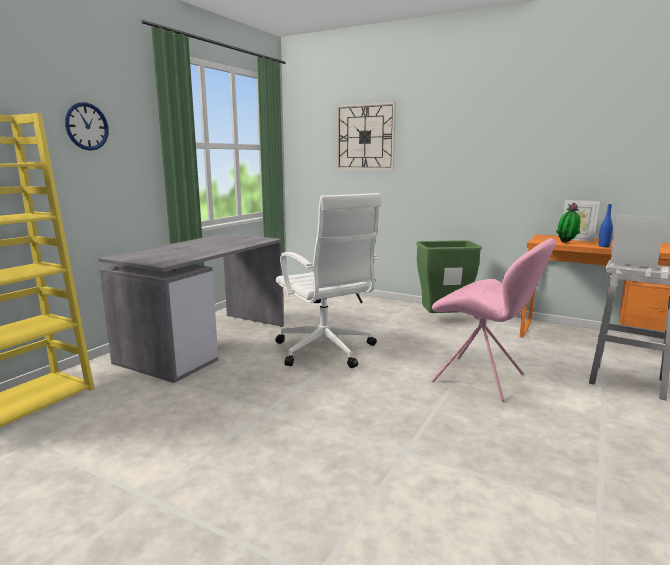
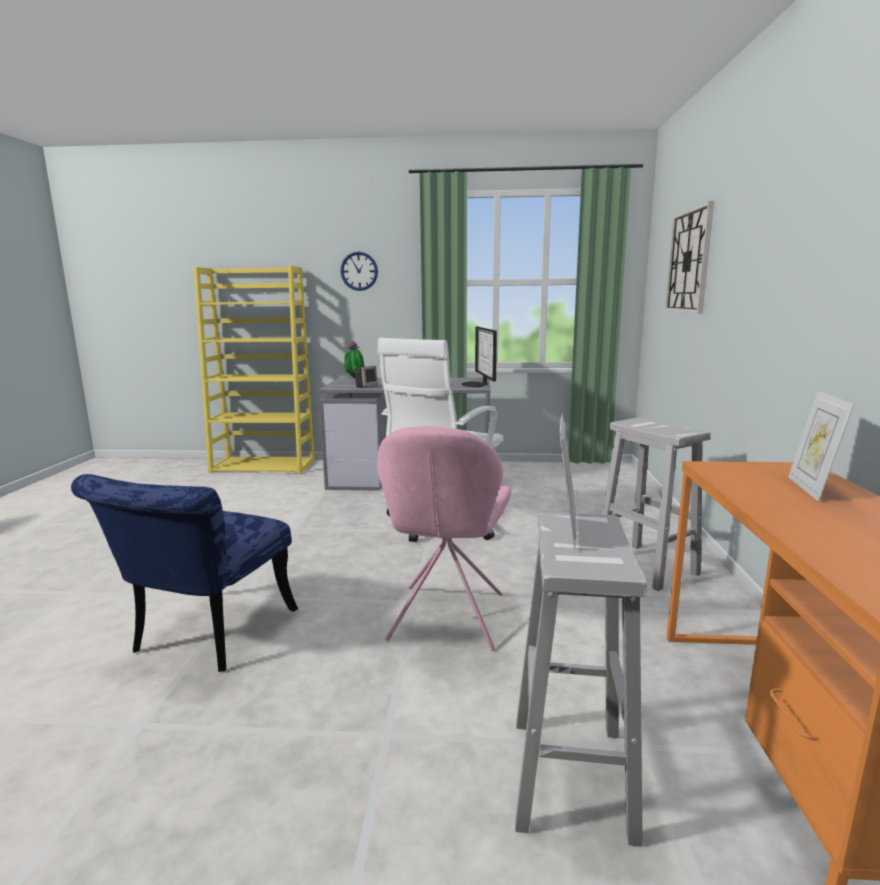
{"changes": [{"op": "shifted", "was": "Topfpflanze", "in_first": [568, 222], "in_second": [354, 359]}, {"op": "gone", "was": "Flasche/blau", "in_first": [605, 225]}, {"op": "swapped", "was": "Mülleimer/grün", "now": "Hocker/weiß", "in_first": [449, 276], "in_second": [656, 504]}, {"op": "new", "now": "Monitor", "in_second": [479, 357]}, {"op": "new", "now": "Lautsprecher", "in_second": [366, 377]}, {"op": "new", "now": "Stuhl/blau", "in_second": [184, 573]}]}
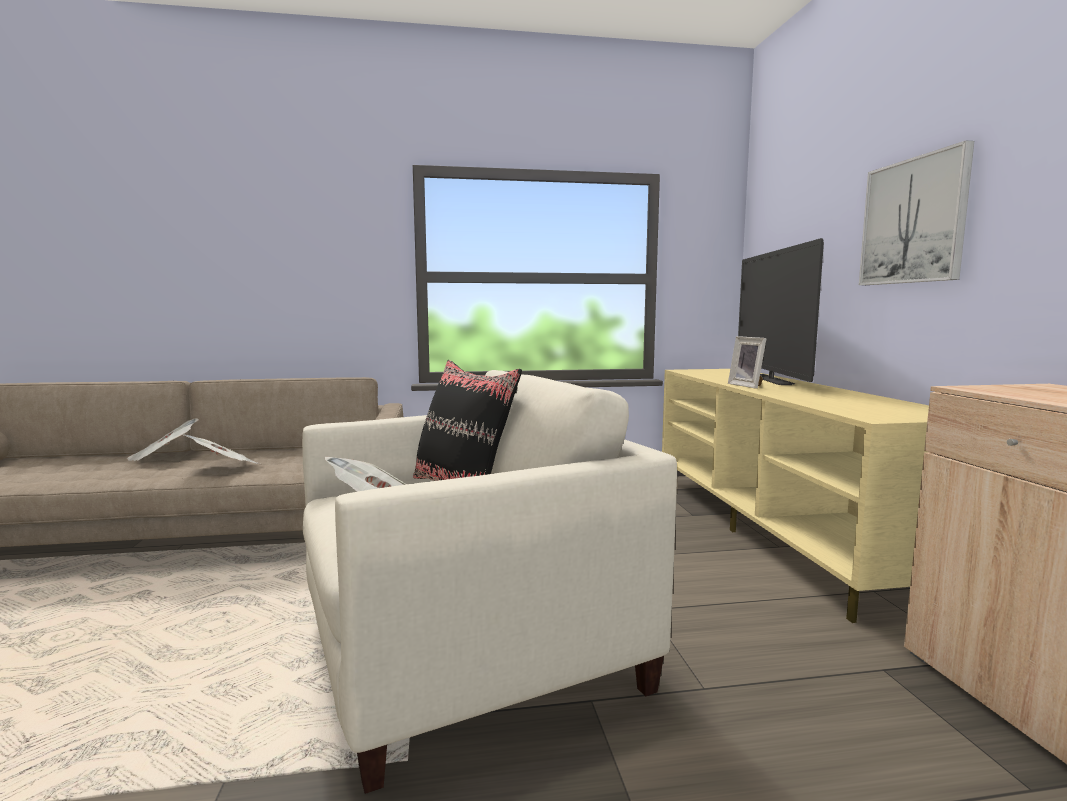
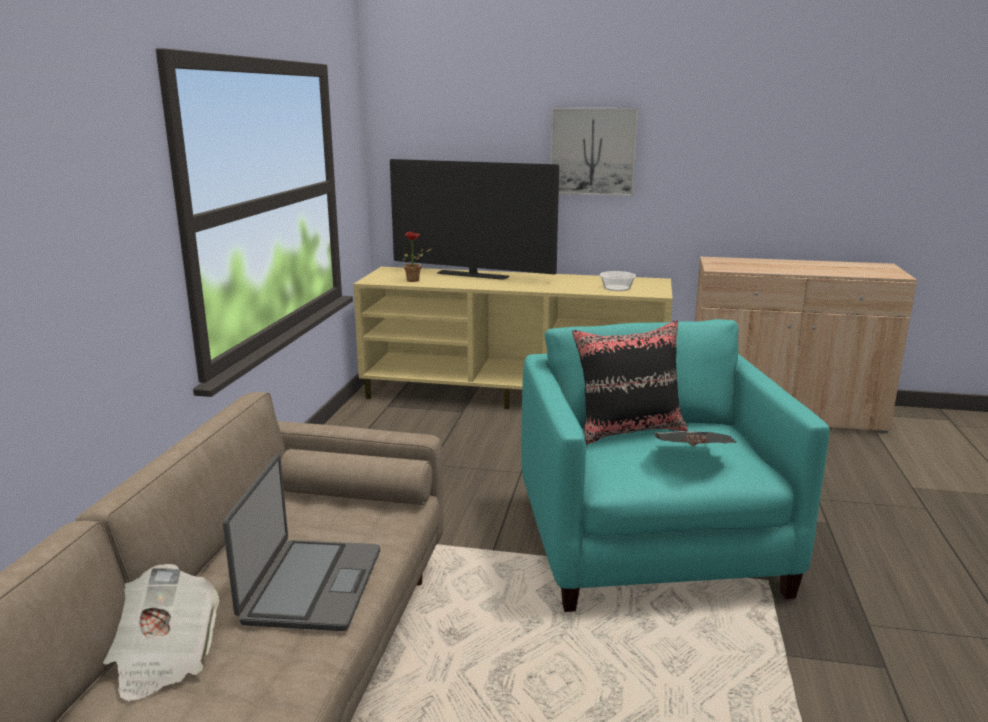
{"changes": [{"op": "gone", "was": "Bilderrahmen", "in_first": [747, 362]}, {"op": "repainted", "was": "Sessel/beige", "now": "Sessel/türkis", "in_first": [489, 582], "in_second": [675, 465]}, {"op": "swapped", "was": "Zeitung", "now": "Laptop", "in_first": [220, 449], "in_second": [301, 542]}, {"op": "new", "now": "Topfpflanze", "in_second": [417, 257]}, {"op": "new", "now": "Schüssel", "in_second": [618, 281]}]}
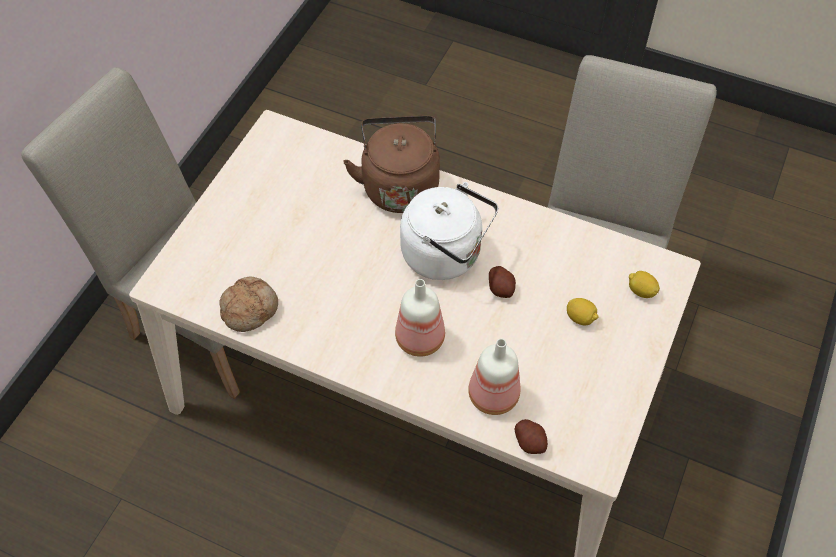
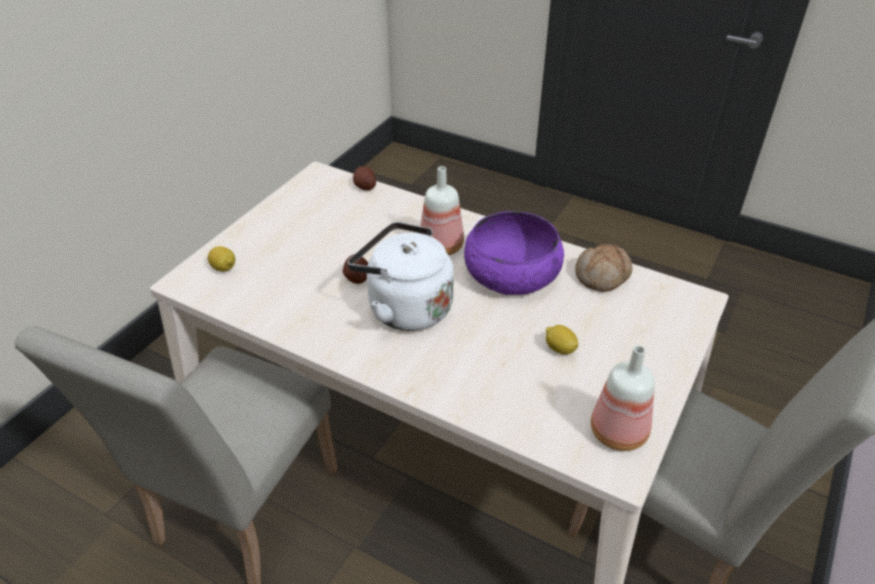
{"changes": [{"op": "gone", "was": "Wasserkessel/braun", "in_first": [391, 164]}, {"op": "shifted", "was": "Zitrone", "in_first": [583, 311], "in_second": [562, 339]}, {"op": "shifted", "was": "Flasche", "in_first": [494, 377], "in_second": [623, 398]}, {"op": "new", "now": "Schüssel/lila", "in_second": [514, 253]}]}
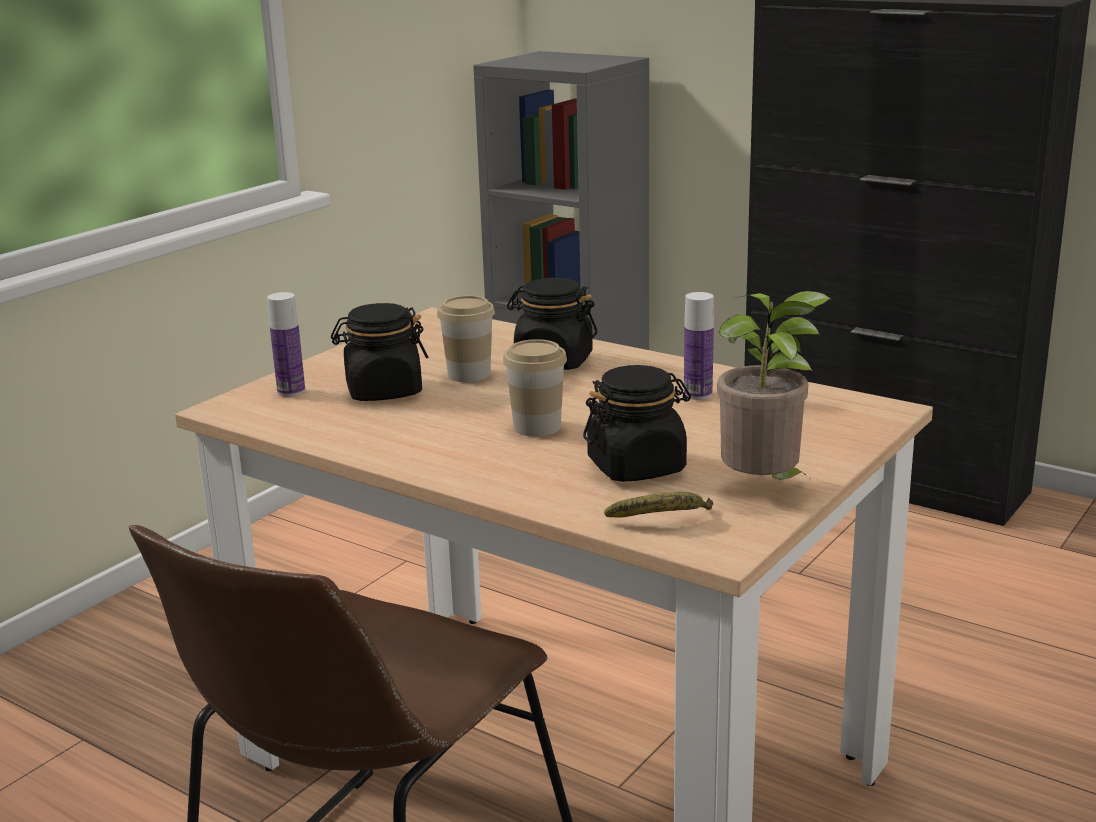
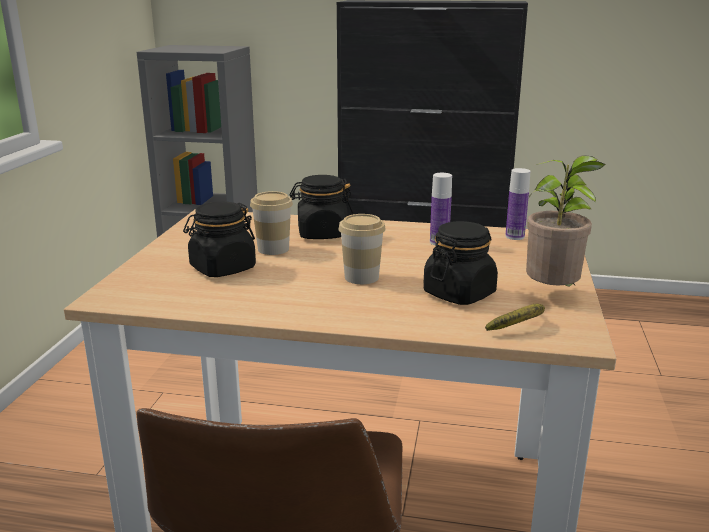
{"changes": [{"op": "shifted", "was": "Flasche", "in_first": [286, 344], "in_second": [517, 204]}]}
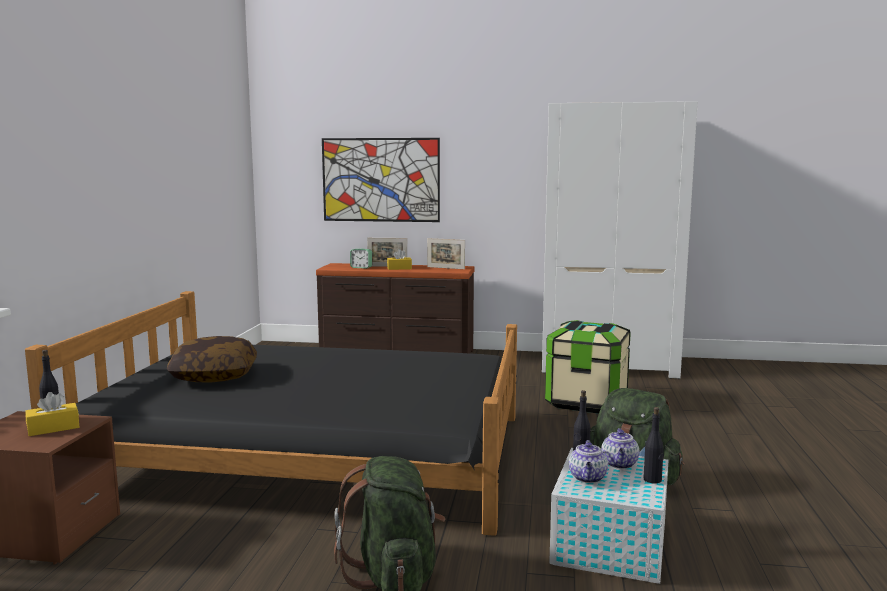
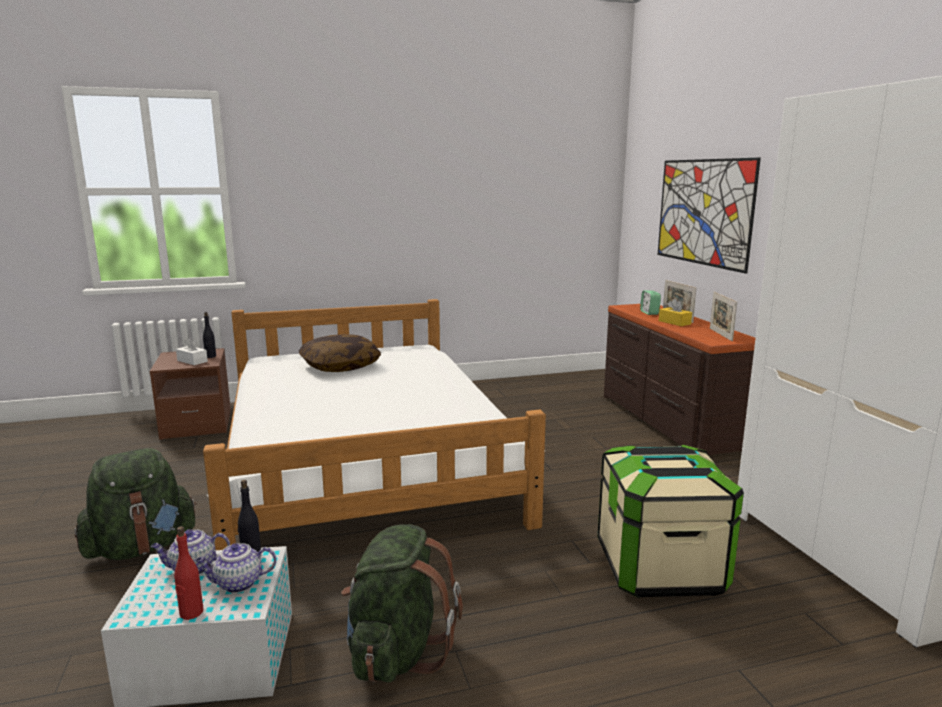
{"changes": [{"op": "repainted", "was": "Bett/schwarz", "now": "Bett/weiß", "in_first": [271, 413], "in_second": [374, 424]}, {"op": "repainted", "was": "Taschentuchbox/gelb", "now": "Taschentuchbox/weiß", "in_first": [52, 414], "in_second": [192, 351]}, {"op": "repainted", "was": "Flasche/schwarz", "now": "Flasche/rot", "in_first": [653, 445], "in_second": [189, 573]}]}
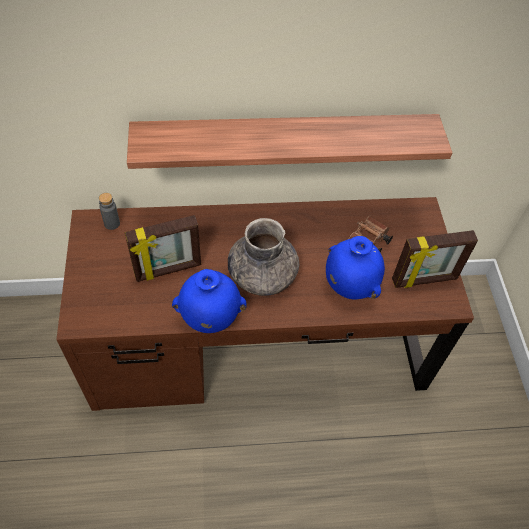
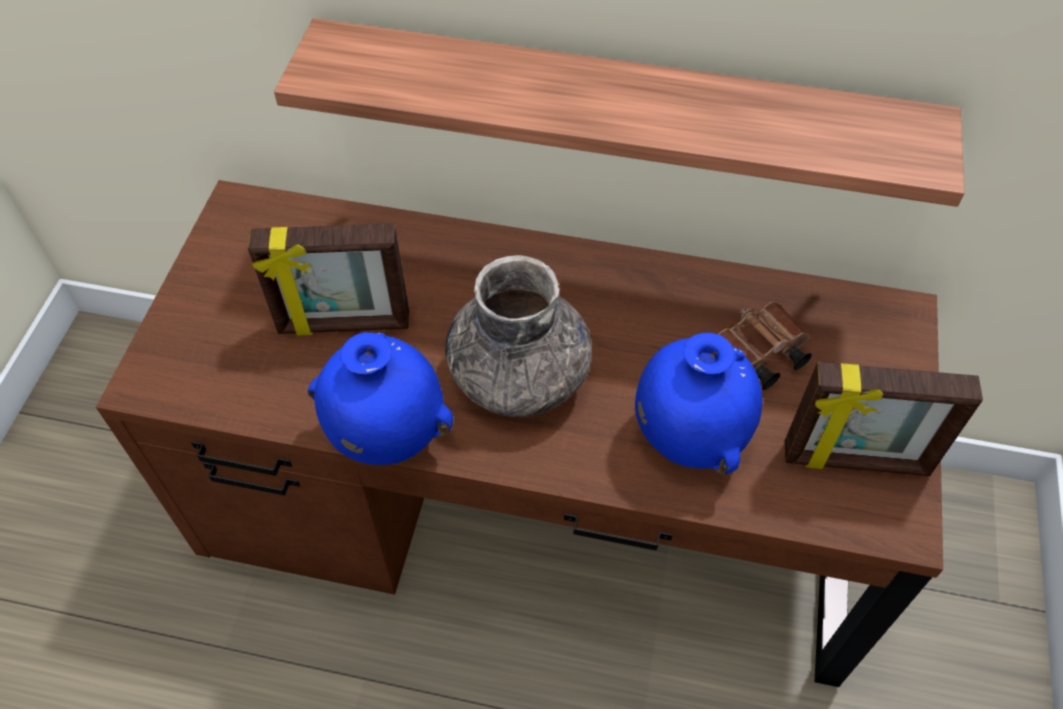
{"changes": [{"op": "gone", "was": "Flasche/grau", "in_first": [109, 211]}]}
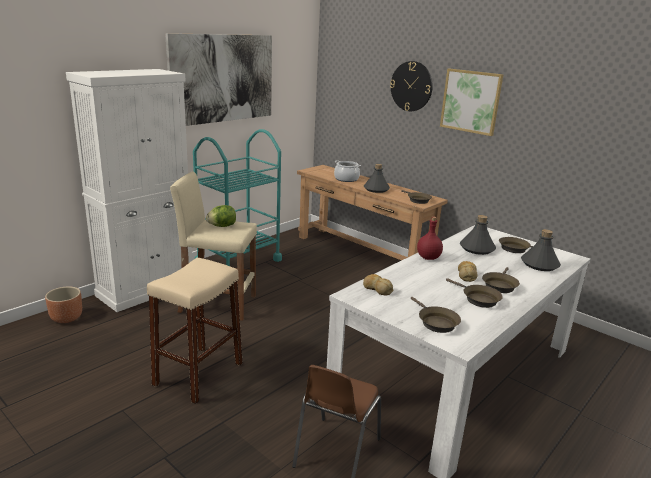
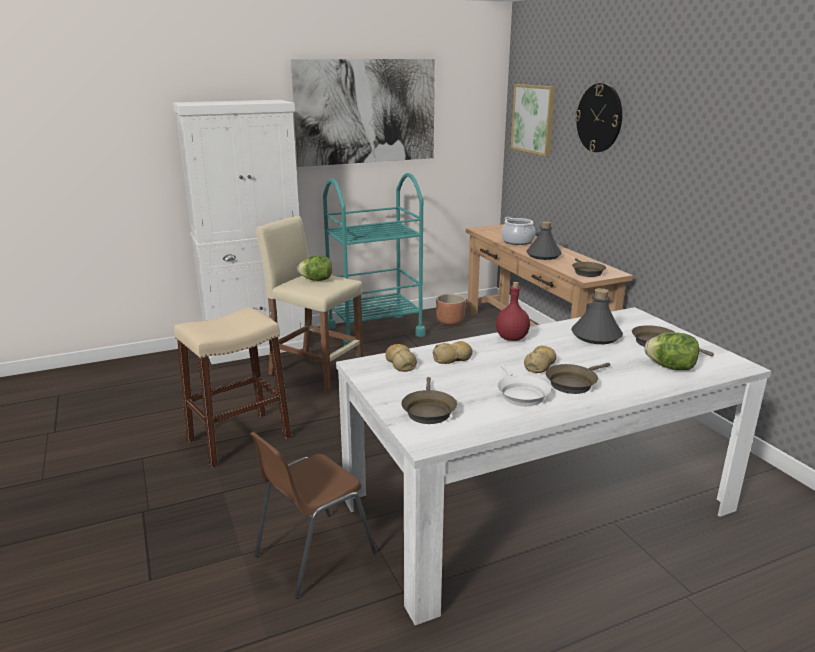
{"changes": [{"op": "shifted", "was": "Bild", "in_first": [471, 102], "in_second": [533, 120]}, {"op": "swapped", "was": "Flasche/grau", "now": "Salatkopf", "in_first": [541, 250], "in_second": [671, 351]}, {"op": "repainted", "was": "Pfanne/braun", "now": "Pfanne/weiß", "in_first": [474, 293], "in_second": [524, 385]}, {"op": "shifted", "was": "Pflanzkübel/braun", "in_first": [63, 304], "in_second": [451, 309]}, {"op": "new", "now": "Brot", "in_second": [453, 352]}]}
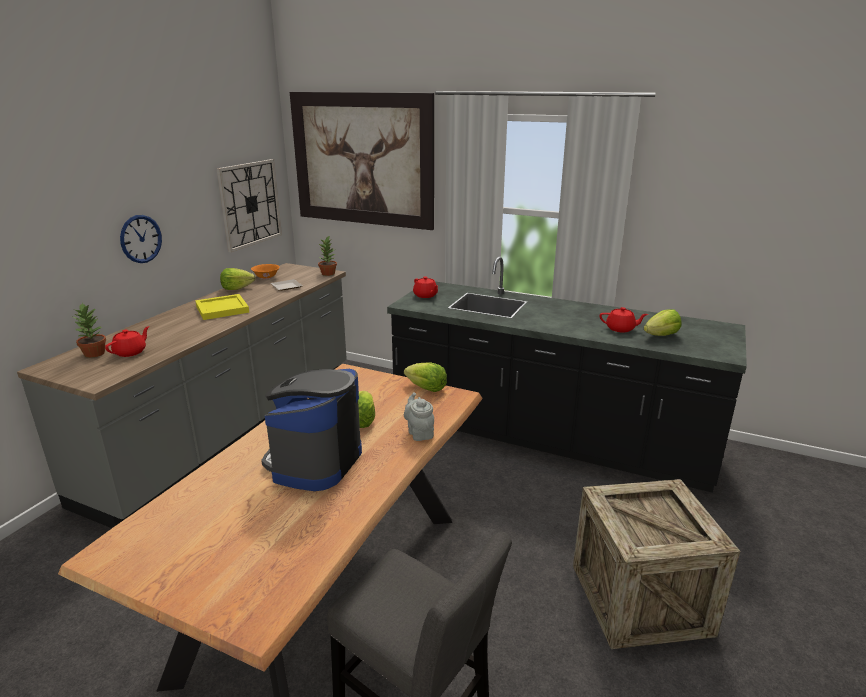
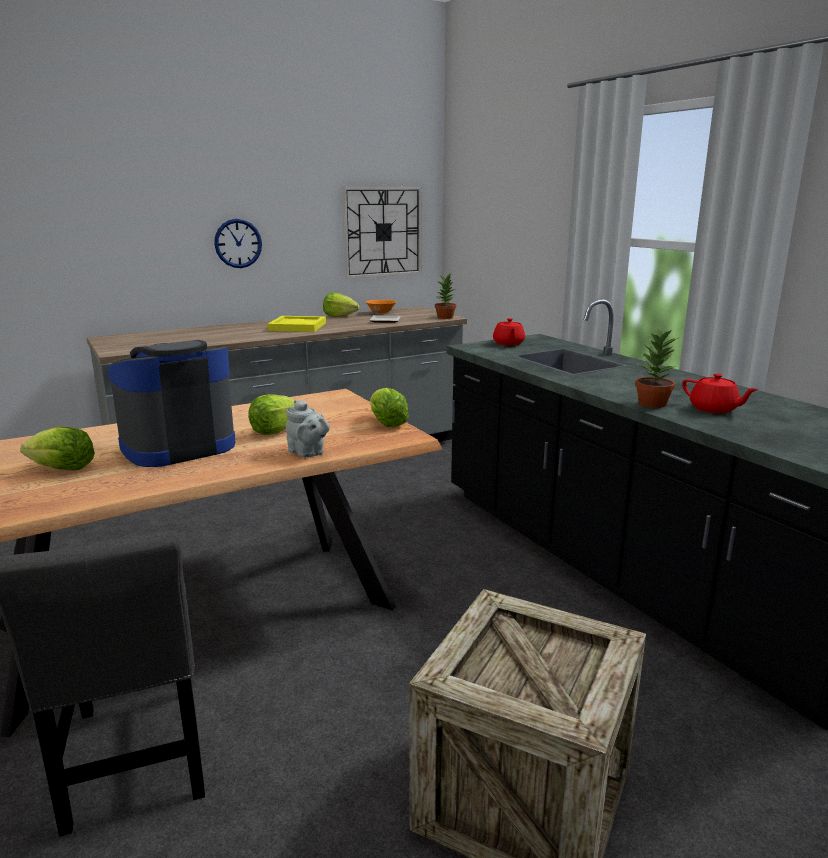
{"changes": [{"op": "gone", "was": "Bild", "in_first": [362, 161]}, {"op": "shifted", "was": "Topfpflanze", "in_first": [90, 330], "in_second": [656, 368]}, {"op": "shifted", "was": "Salatkopf", "in_first": [663, 322], "in_second": [57, 449]}, {"op": "gone", "was": "Teekanne/rot", "in_first": [127, 341]}, {"op": "rotated", "was": "Teekanne/grau", "in_first": [419, 416], "in_second": [308, 428], "clockwise": 120}]}
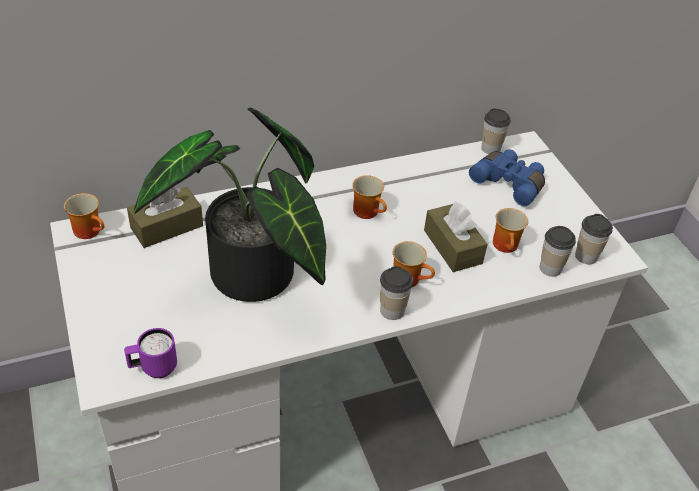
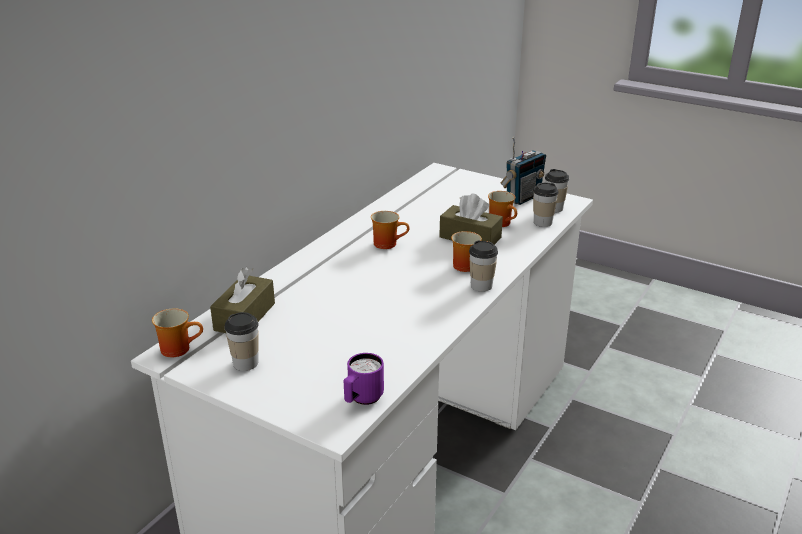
{"changes": [{"op": "gone", "was": "Topfpflanze", "in_first": [230, 205]}, {"op": "shifted", "was": "Tasse", "in_first": [496, 131], "in_second": [241, 341]}, {"op": "gone", "was": "Fernglas/blau", "in_first": [507, 177]}, {"op": "new", "now": "Radio", "in_second": [523, 170]}]}
